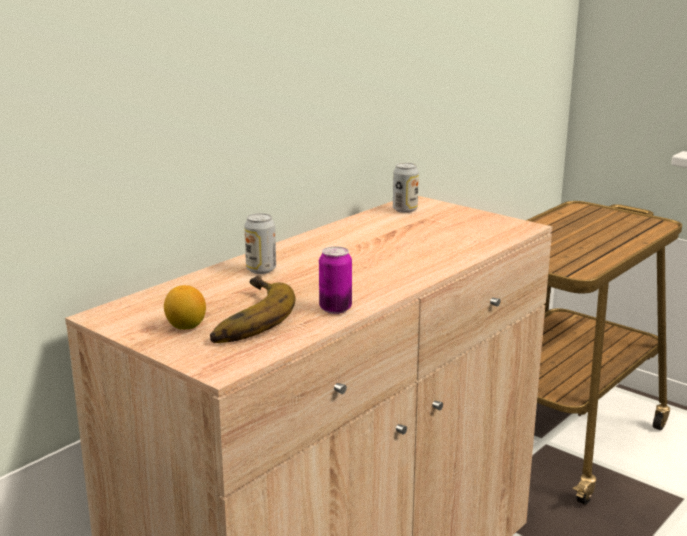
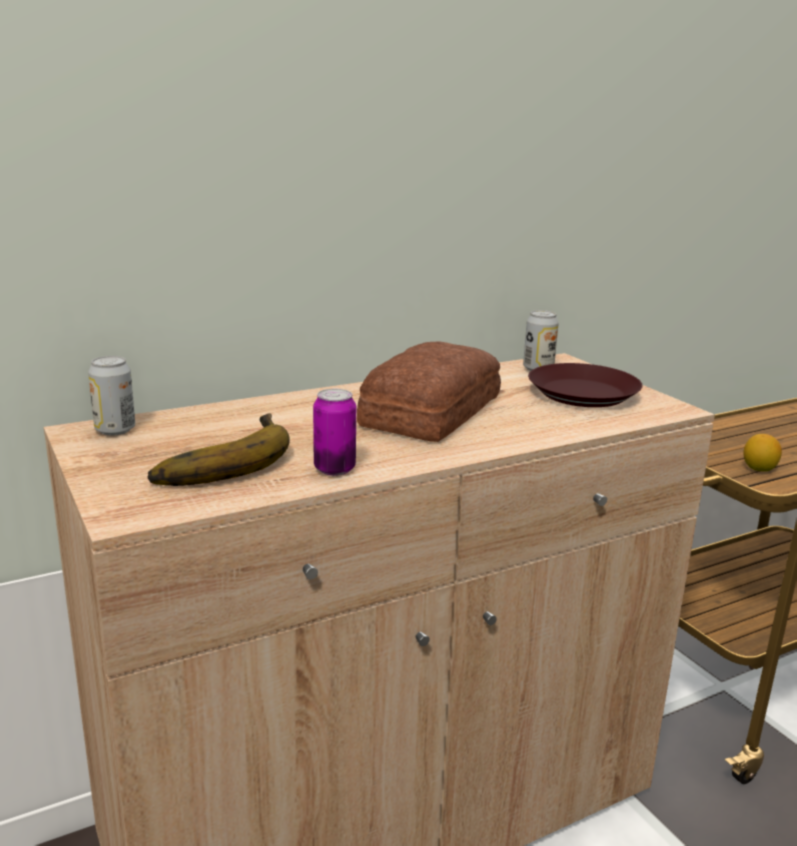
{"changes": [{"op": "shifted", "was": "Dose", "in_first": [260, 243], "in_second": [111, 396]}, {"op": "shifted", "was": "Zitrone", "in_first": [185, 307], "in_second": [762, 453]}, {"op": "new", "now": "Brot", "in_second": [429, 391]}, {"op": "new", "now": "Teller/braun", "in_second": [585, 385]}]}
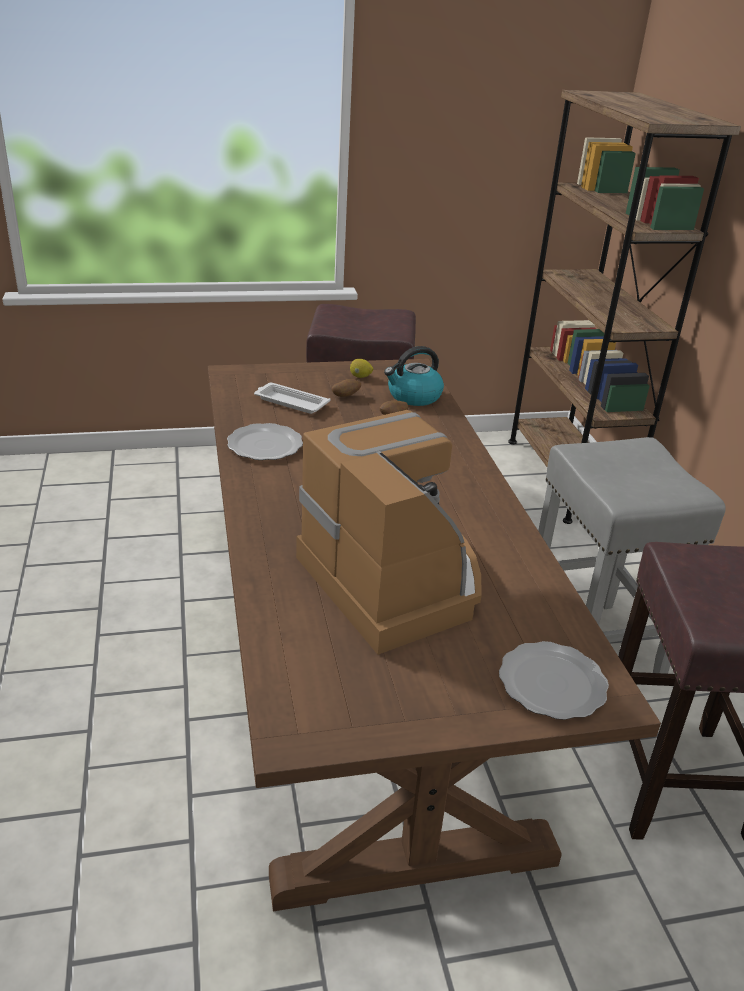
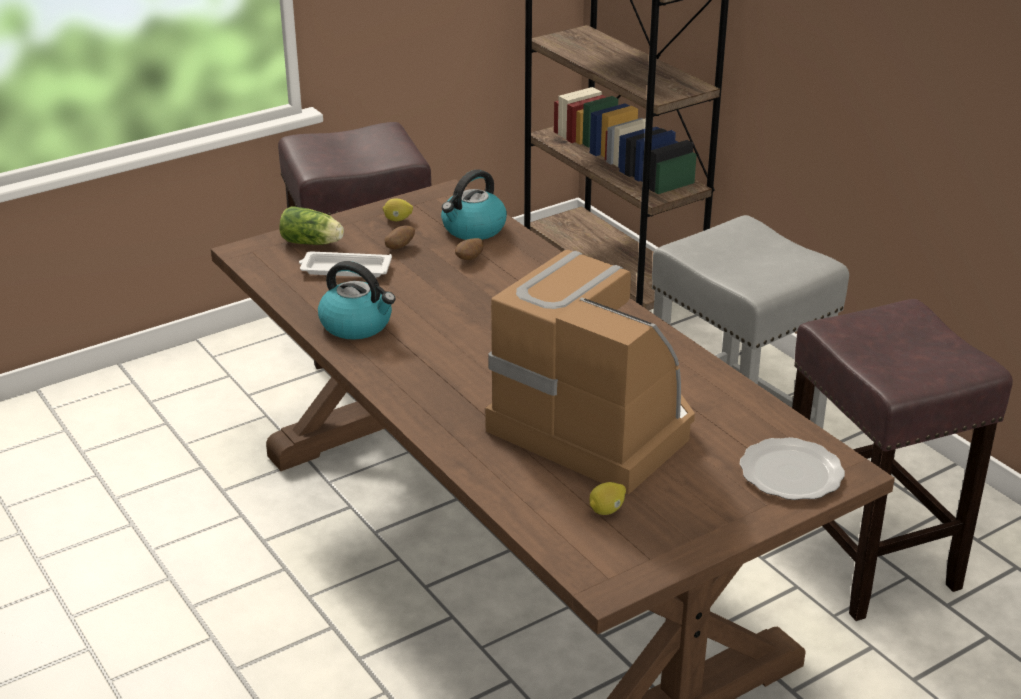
{"changes": [{"op": "swapped", "was": "Teller", "now": "Wasserkessel", "in_first": [265, 441], "in_second": [357, 300]}, {"op": "new", "now": "Salatkopf", "in_second": [311, 225]}, {"op": "new", "now": "Zitrone", "in_second": [608, 498]}]}
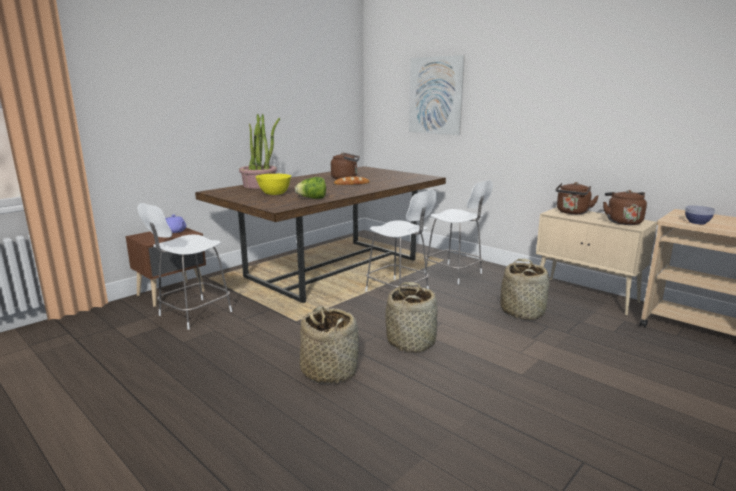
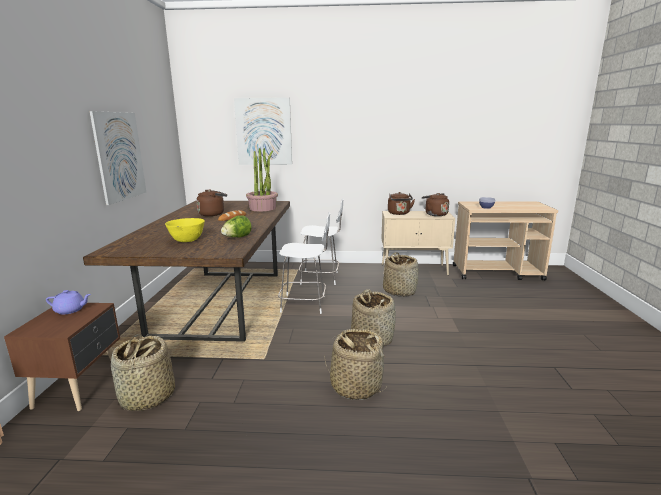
{"changes": [{"op": "shifted", "was": "Topfpflanze", "in_first": [259, 151], "in_second": [262, 179]}, {"op": "swapped", "was": "Stuhl/weiß", "now": "Korb", "in_first": [185, 266], "in_second": [143, 372]}, {"op": "new", "now": "Bild", "in_second": [118, 158]}]}
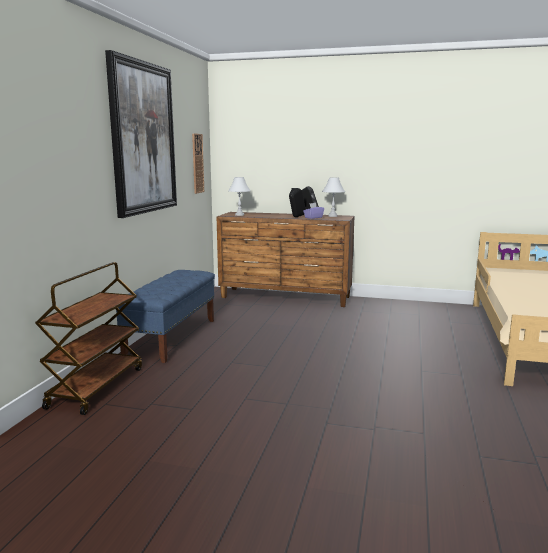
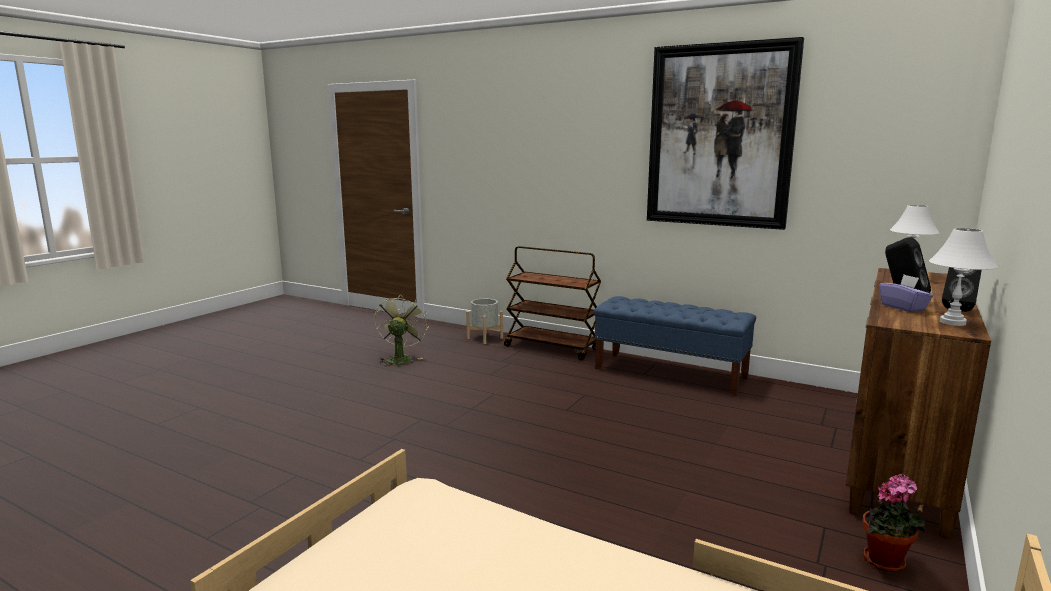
{"changes": [{"op": "gone", "was": "Wanduhr", "in_first": [198, 163]}, {"op": "new", "now": "Ventilator/grün", "in_second": [401, 331]}, {"op": "new", "now": "Pflanzkübel/grau", "in_second": [484, 321]}, {"op": "new", "now": "Topfpflanze", "in_second": [894, 523]}]}
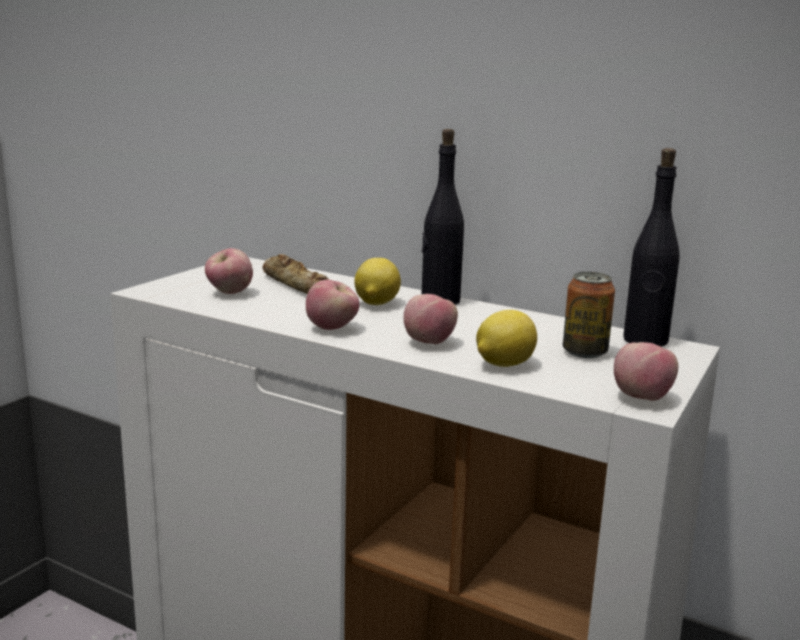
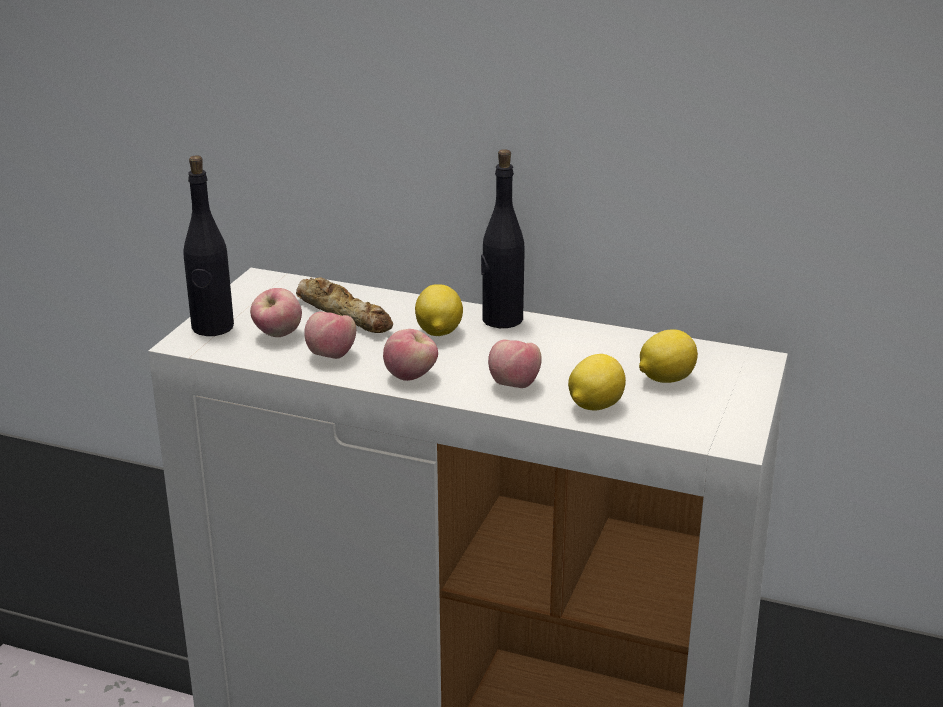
{"changes": [{"op": "shifted", "was": "Flasche/schwarz", "in_first": [651, 247], "in_second": [209, 245]}, {"op": "swapped", "was": "Dose", "now": "Zitrone", "in_first": [589, 315], "in_second": [668, 356]}, {"op": "shifted", "was": "Apfel", "in_first": [646, 371], "in_second": [330, 335]}]}
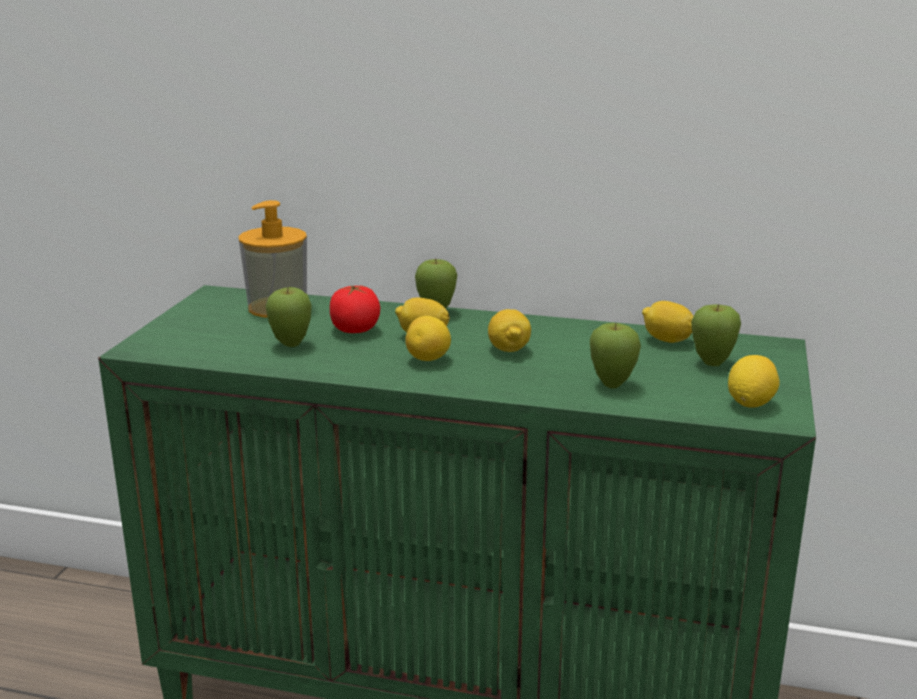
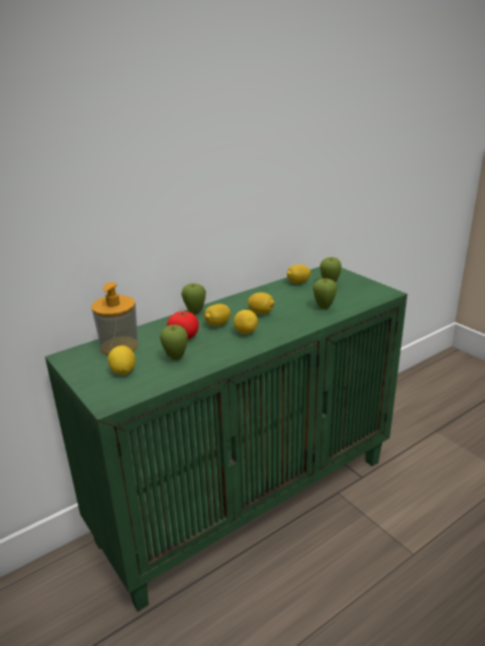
{"changes": [{"op": "shifted", "was": "Zitrone", "in_first": [754, 381], "in_second": [122, 360]}]}
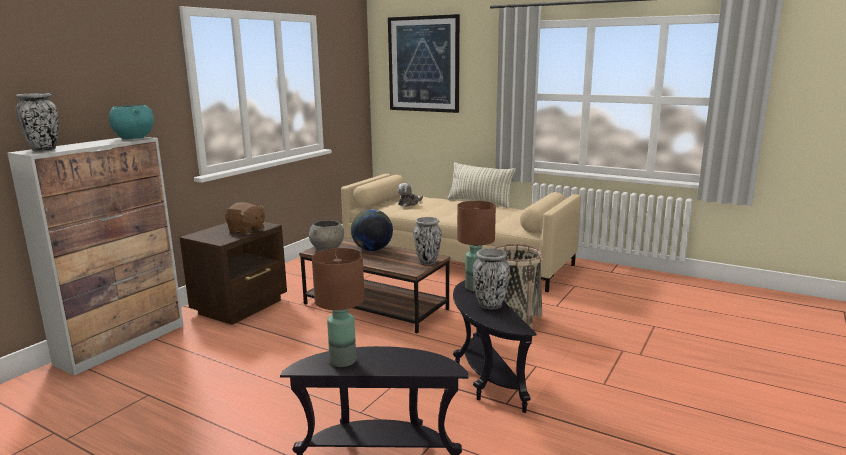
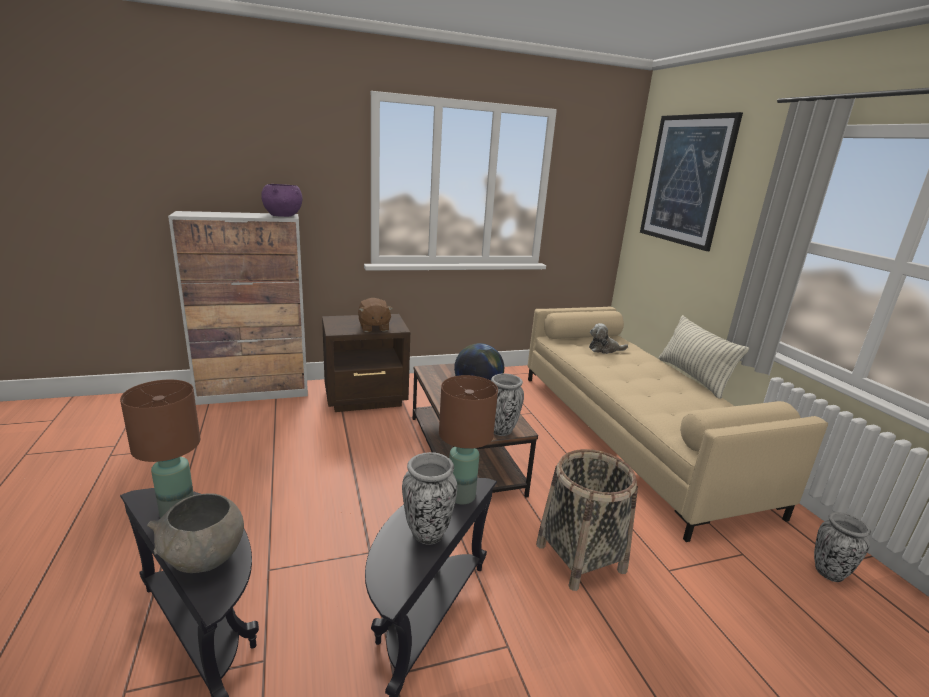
{"changes": [{"op": "shifted", "was": "Vase", "in_first": [36, 122], "in_second": [842, 547]}, {"op": "repainted", "was": "Schüssel/türkis", "now": "Schüssel/lila", "in_first": [131, 122], "in_second": [281, 200]}, {"op": "shifted", "was": "Schüssel/grau", "in_first": [326, 235], "in_second": [195, 533]}]}
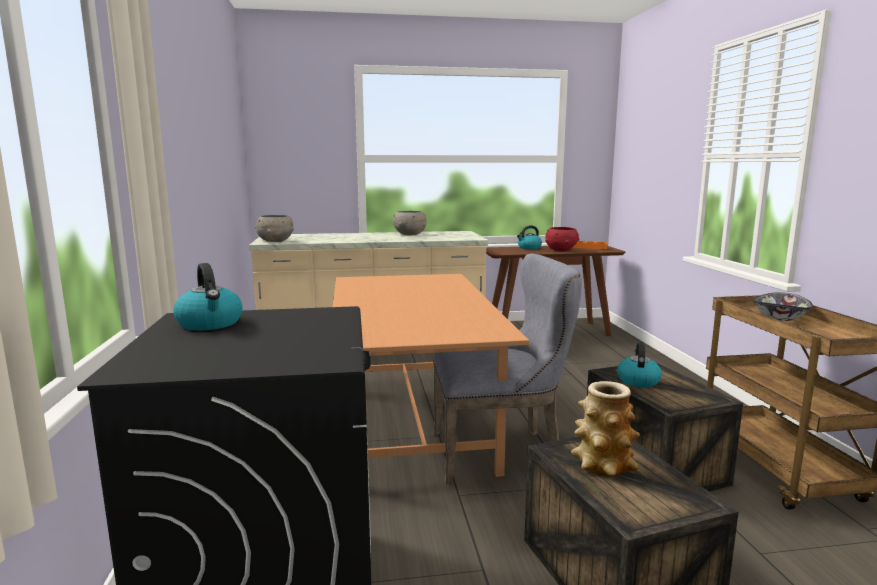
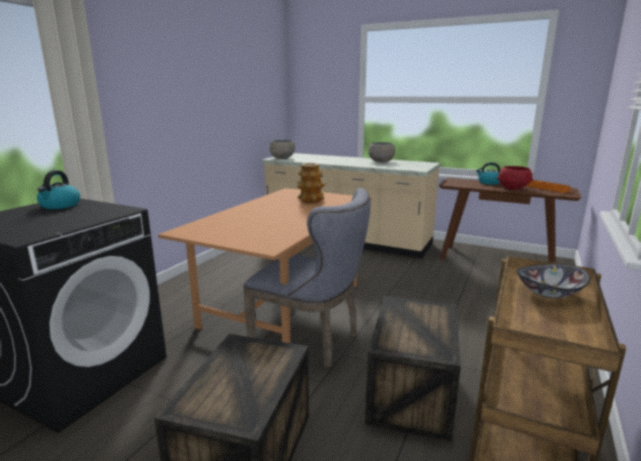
{"changes": [{"op": "gone", "was": "Wasserkessel", "in_first": [639, 364]}, {"op": "shifted", "was": "Vase", "in_first": [605, 429], "in_second": [311, 183]}]}
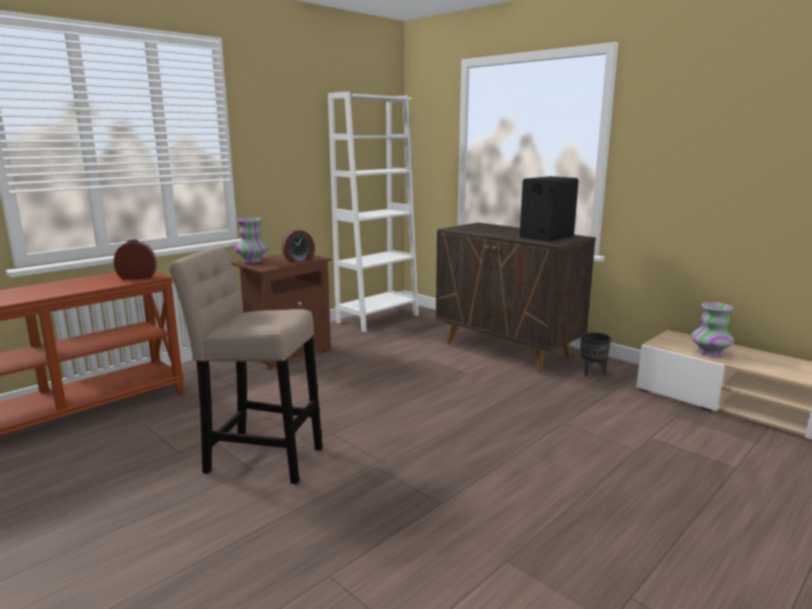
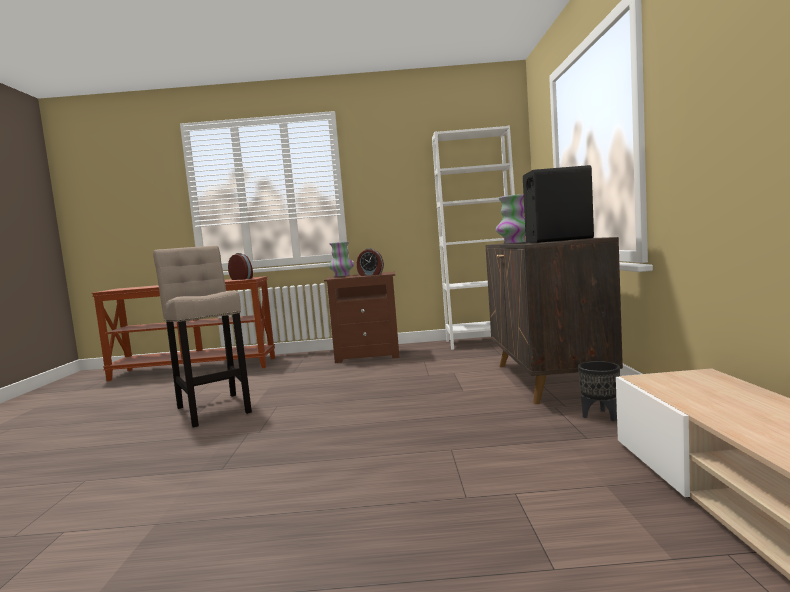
{"changes": [{"op": "shifted", "was": "Vase", "in_first": [712, 329], "in_second": [511, 219]}]}
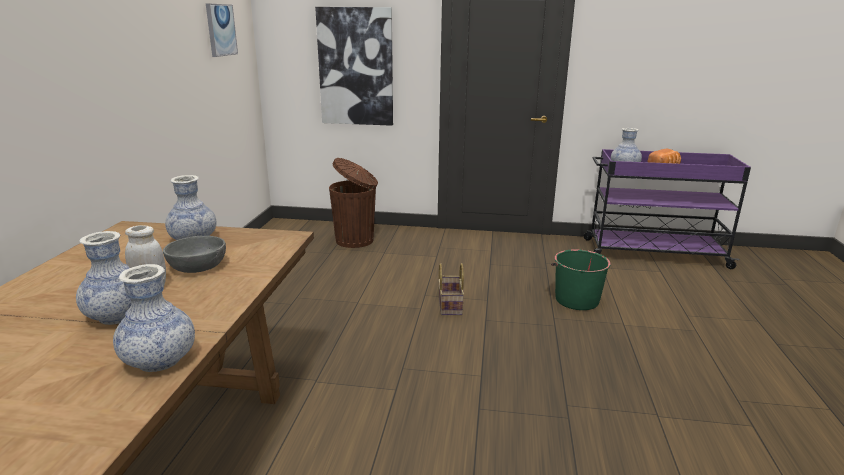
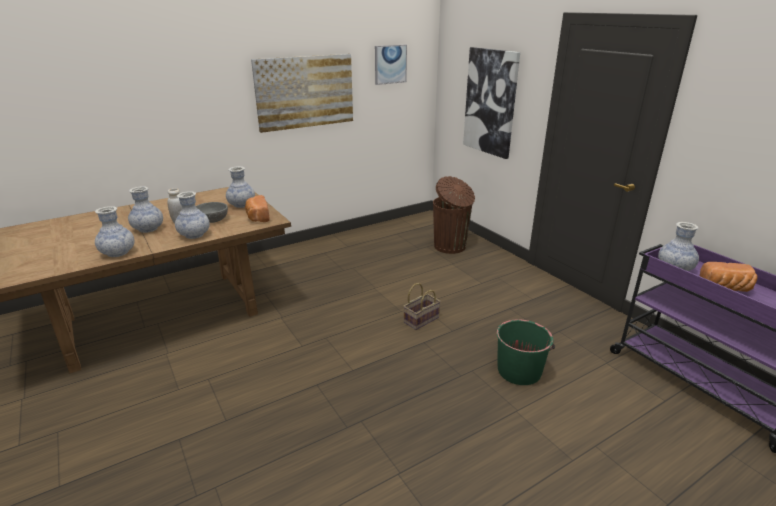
{"changes": [{"op": "new", "now": "Bild", "in_second": [302, 93]}, {"op": "new", "now": "Vase", "in_second": [192, 215]}, {"op": "new", "now": "Brot", "in_second": [257, 208]}]}
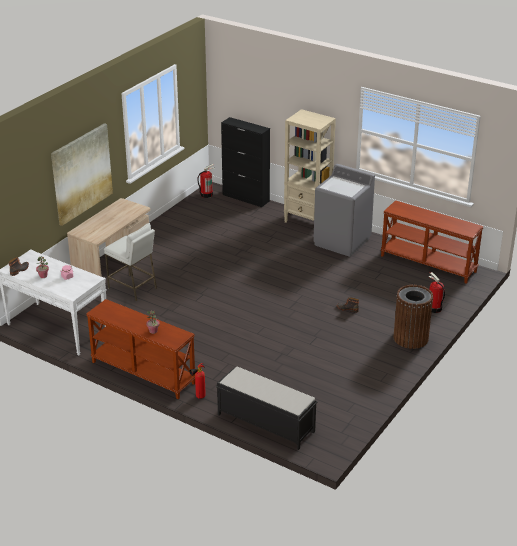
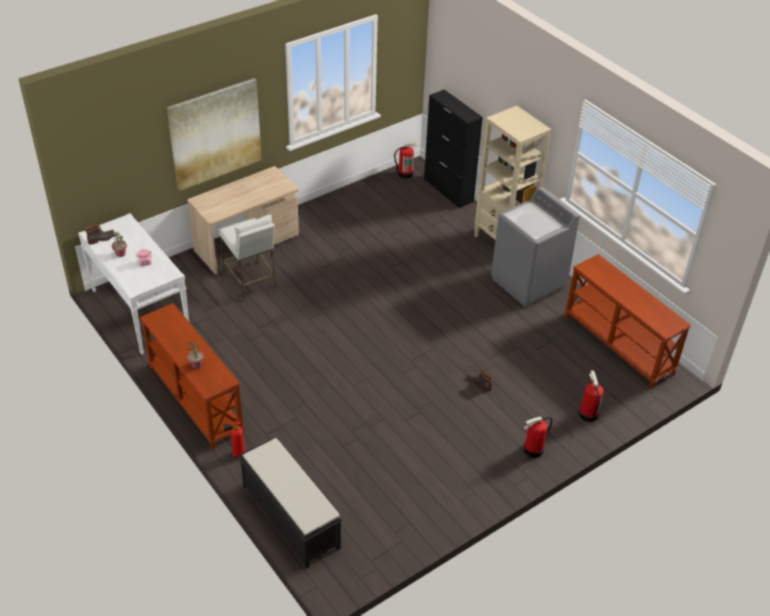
{"changes": [{"op": "swapped", "was": "Mülleimer/braun", "now": "Feuerlöscher", "in_first": [413, 317], "in_second": [538, 437]}]}
